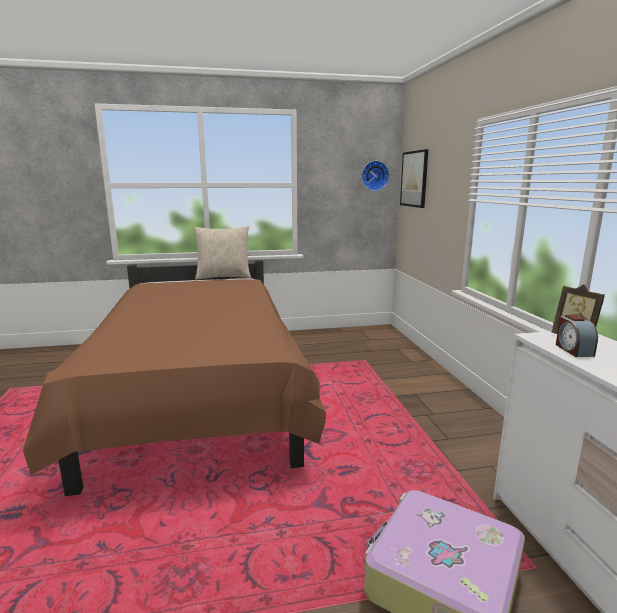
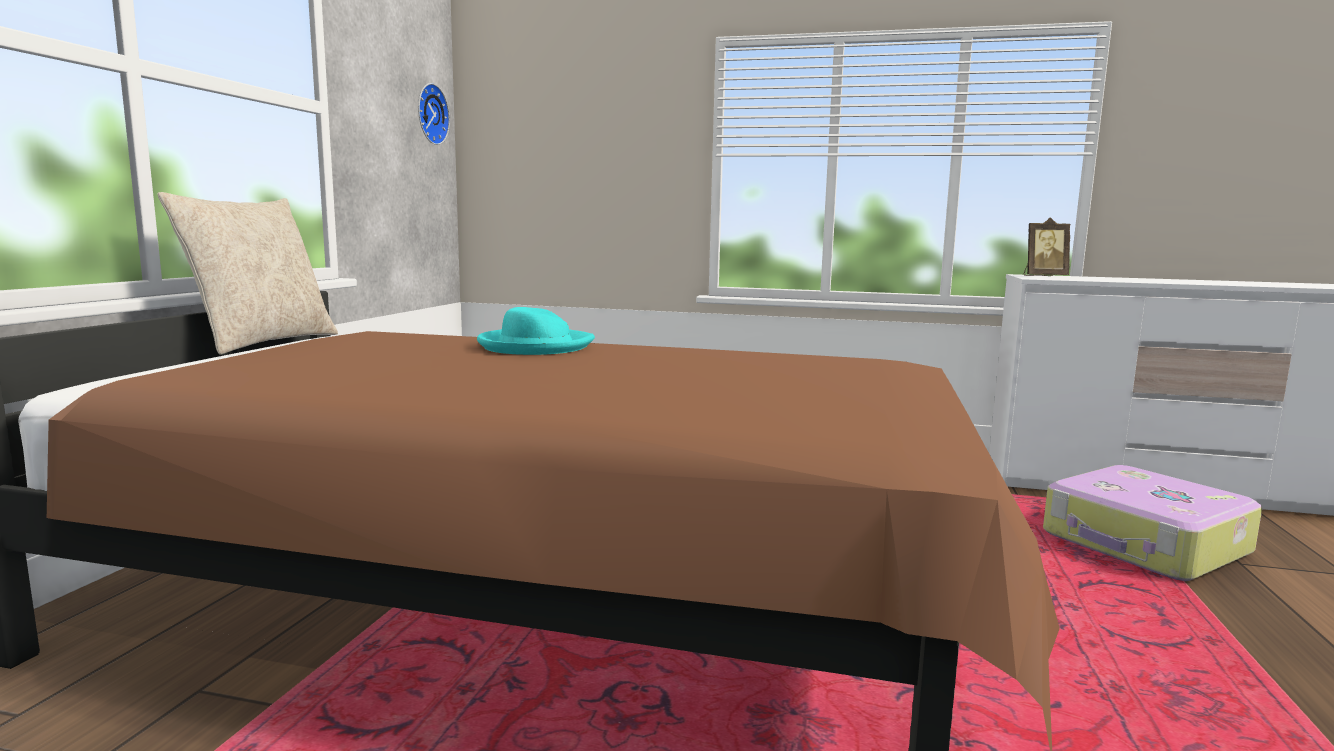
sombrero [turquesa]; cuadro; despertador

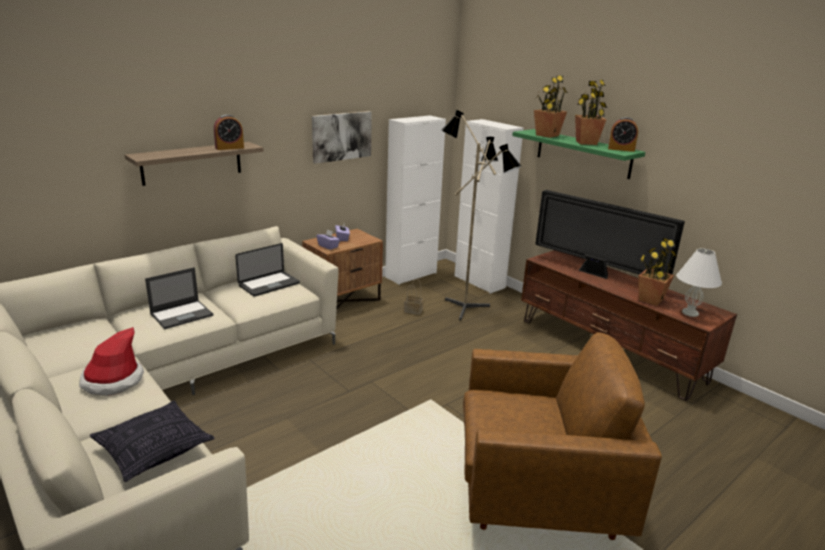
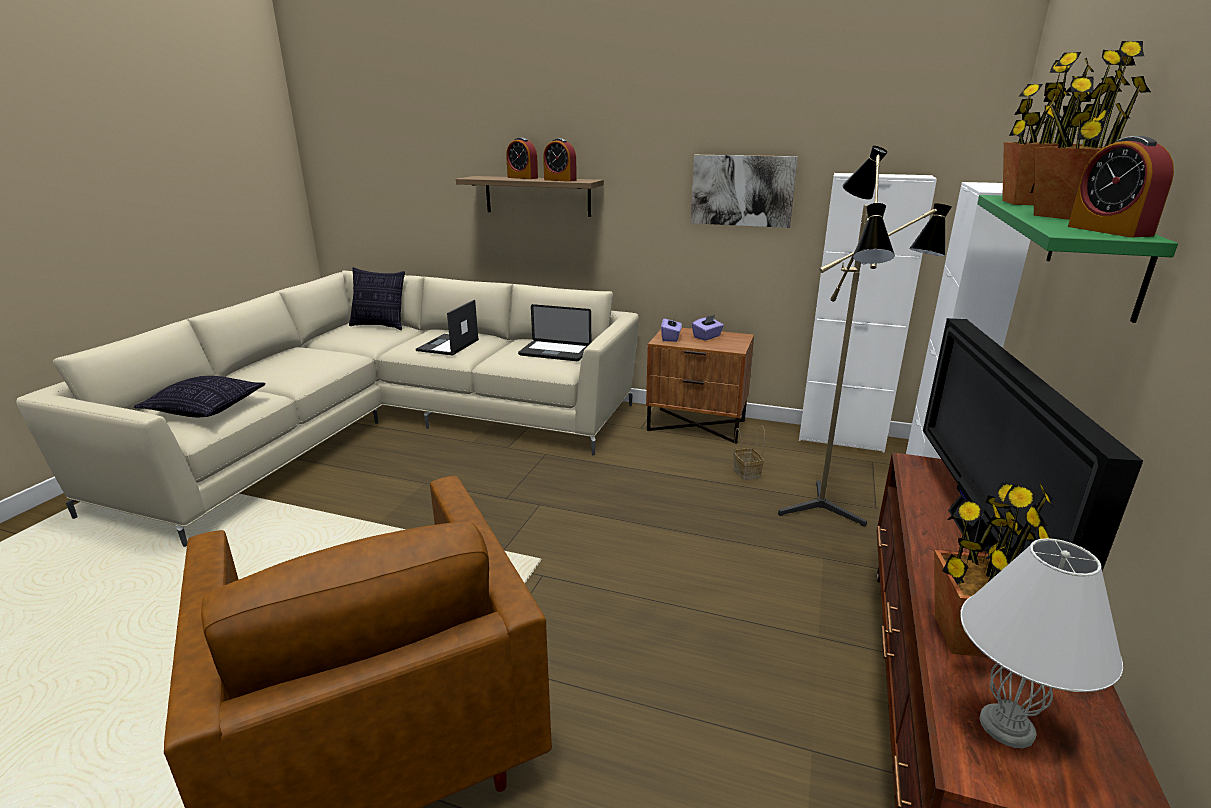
cojín (2nd from left); portátil (1st from left); despertador (1st from left); sombrero

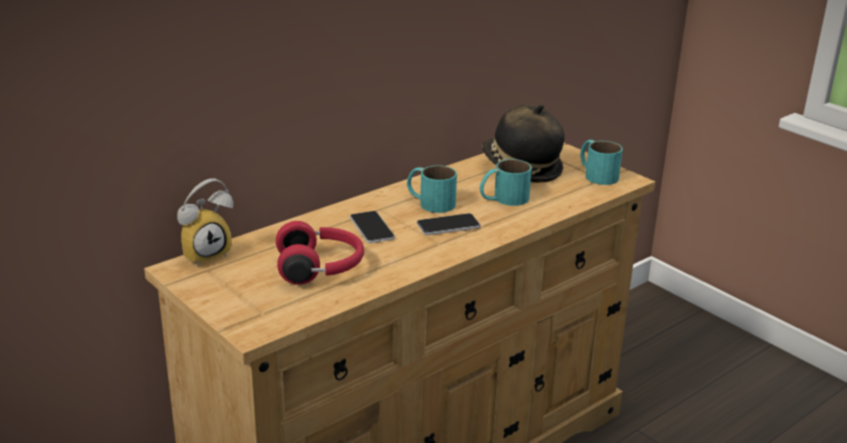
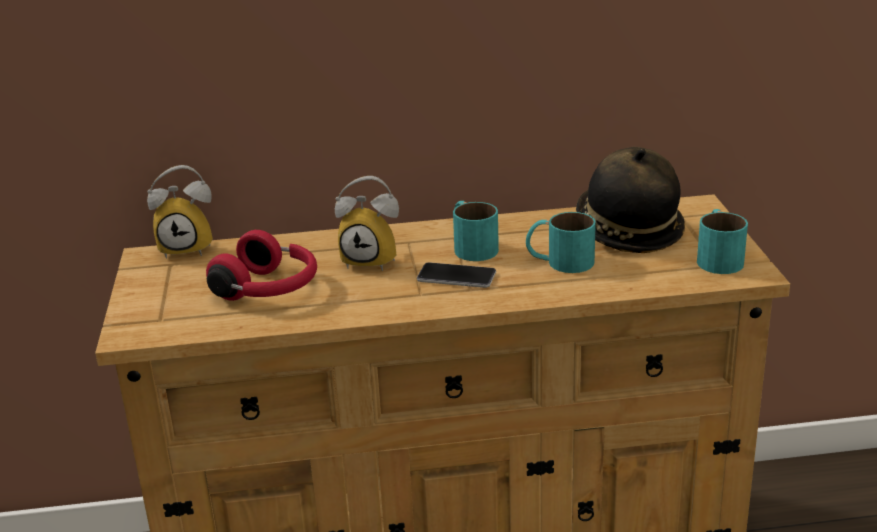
despertador (2nd from left)

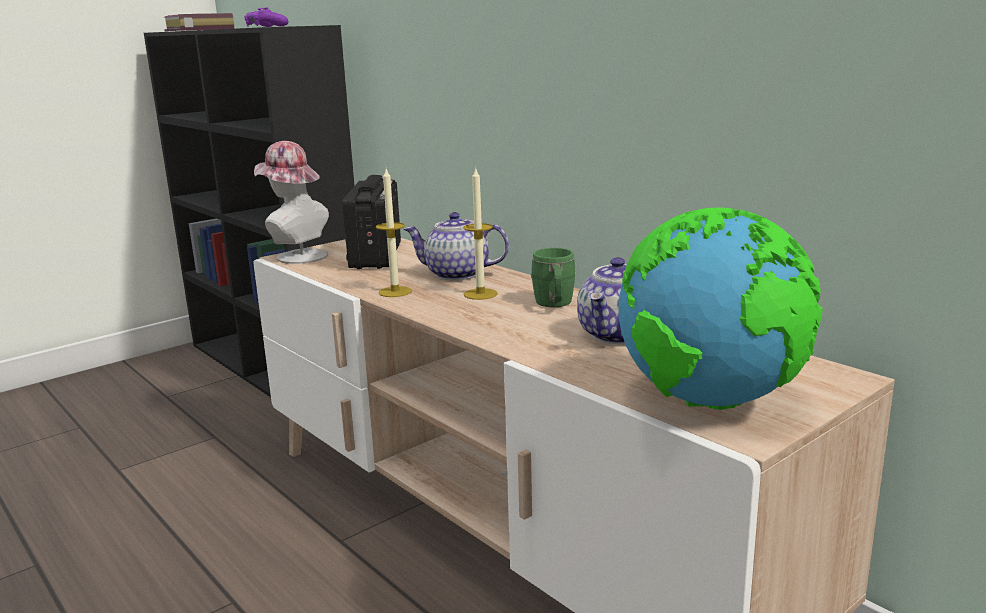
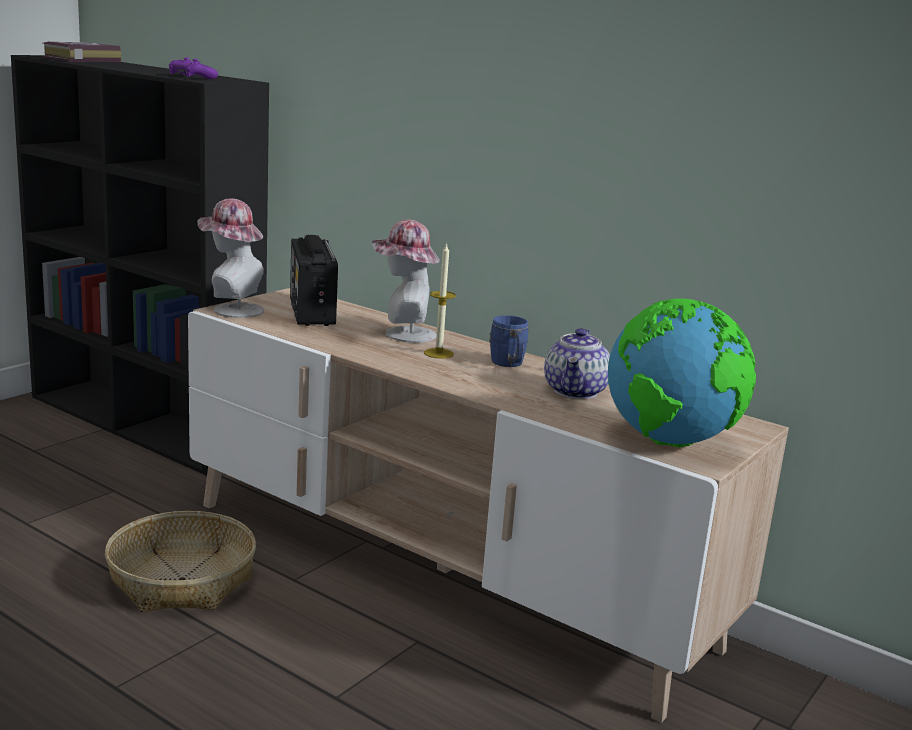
cesta; sombrero (2nd from left); taza grande [azul]; vela (1st from left in the first image)

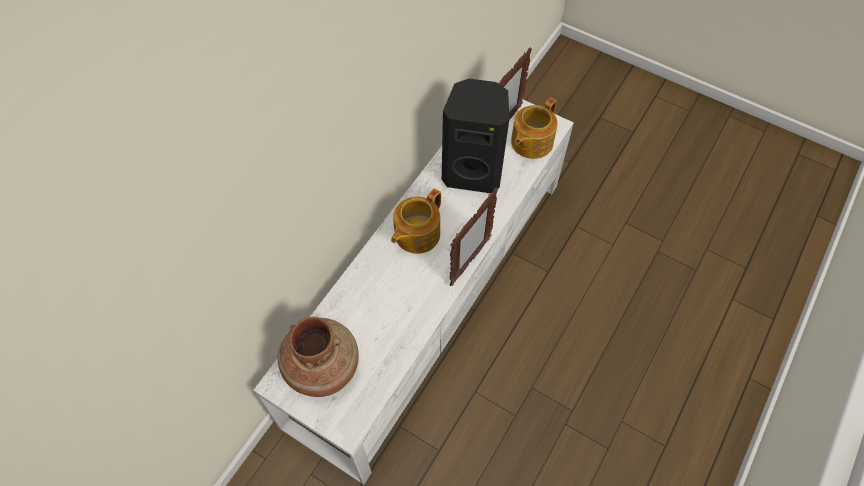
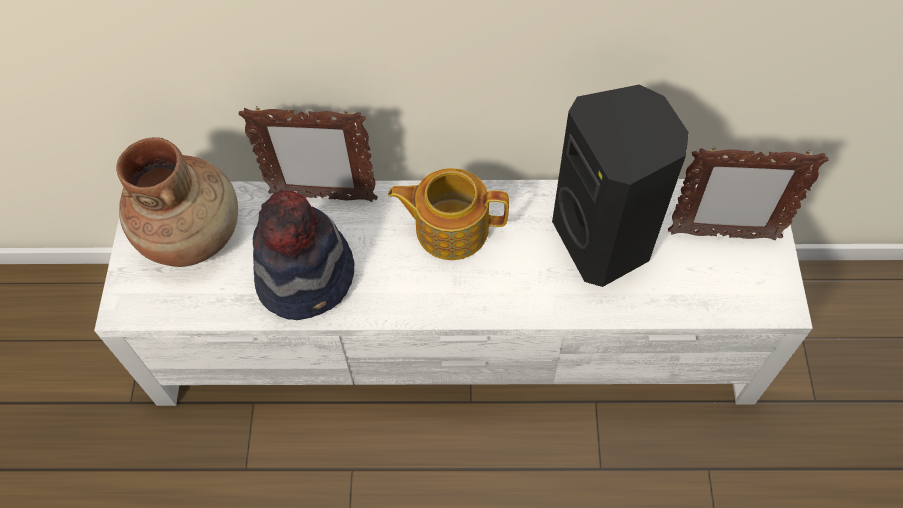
portarretratos (1st from left); sombrero; tetera (2nd from left in the first image)

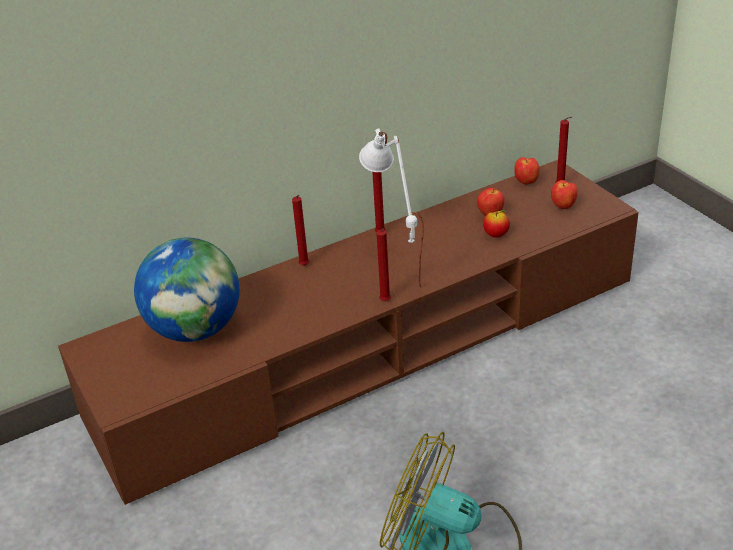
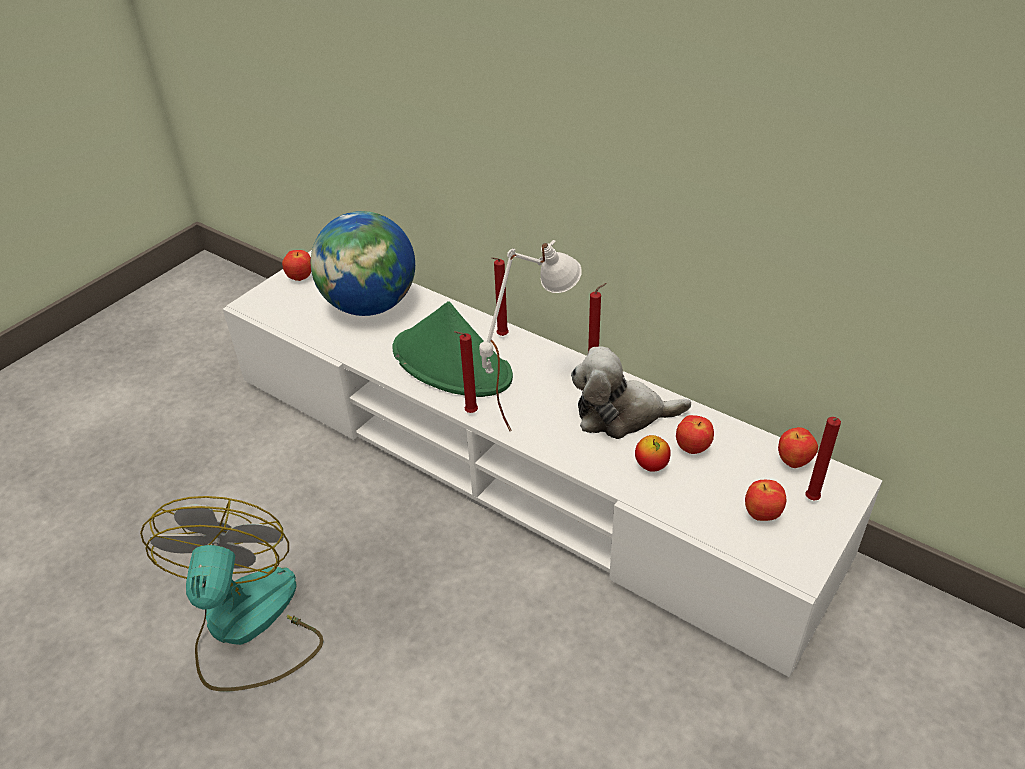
mueble de televisión [blanco]; manzana (1st from left); sombrero [verde]; peluche

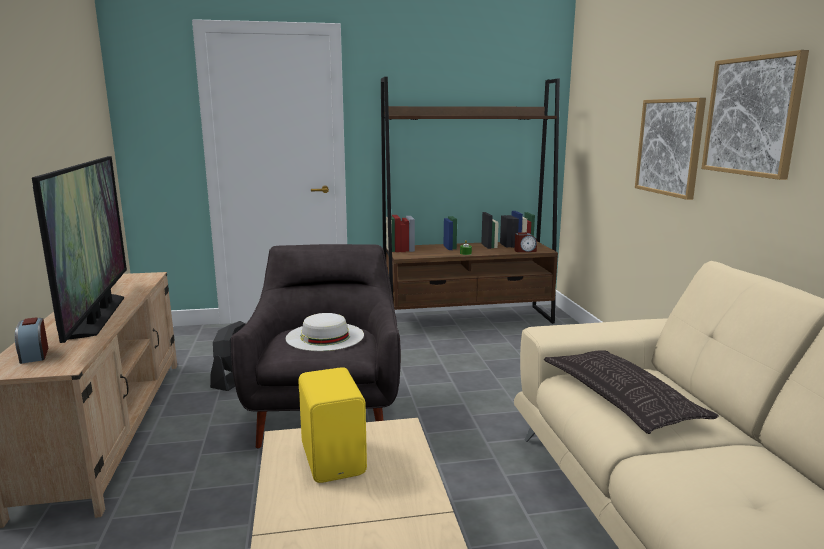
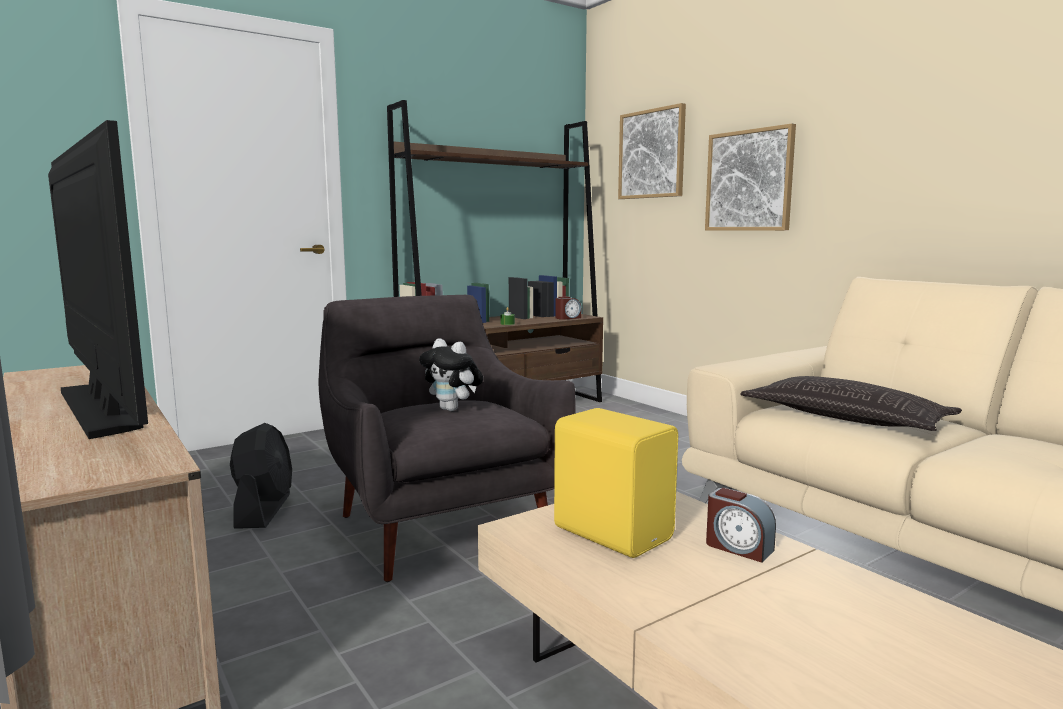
peluche; cuadro (1st from left); despertador (2nd from left)

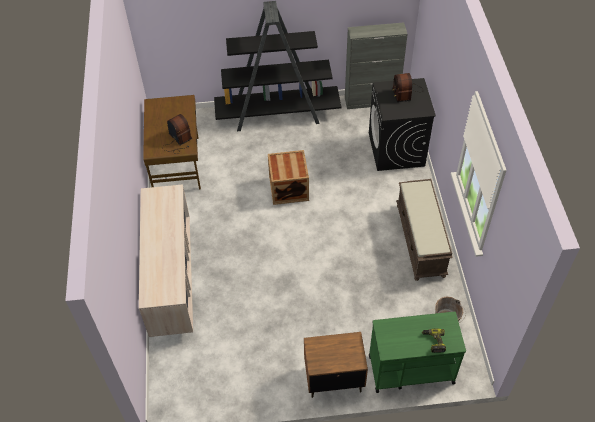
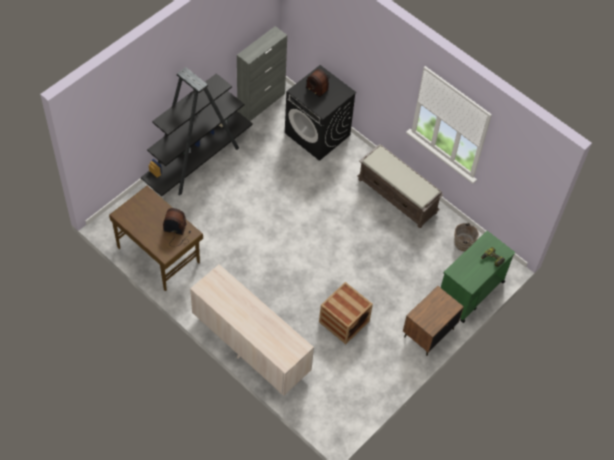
caja de embalaje

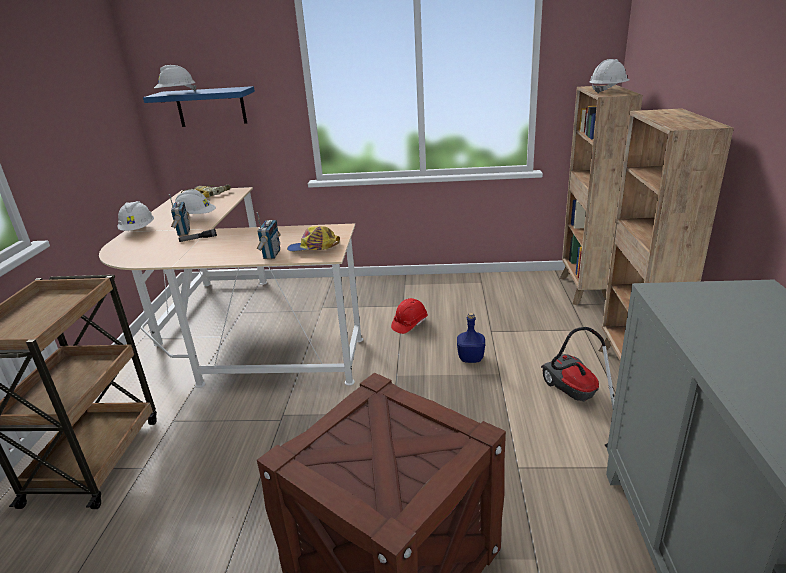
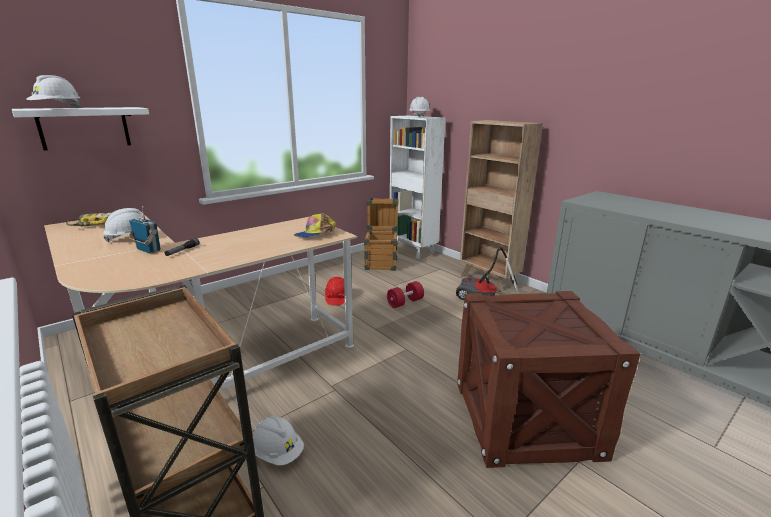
estante [blanco]; casco [blanco] (3rd from left); caja de embalaje (1st from left); mancuerna [rojo]; estantería [blanco]; radio (2nd from left in the first image)

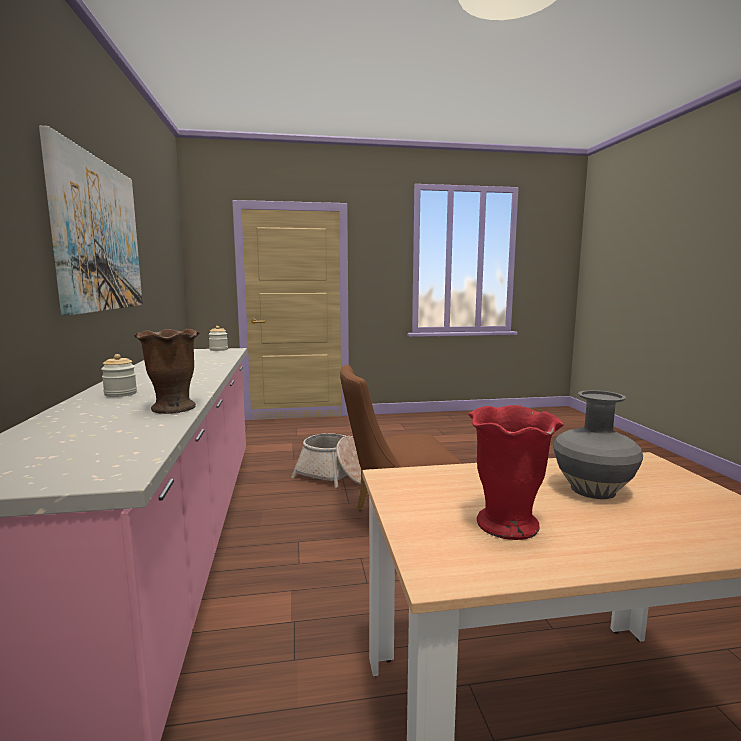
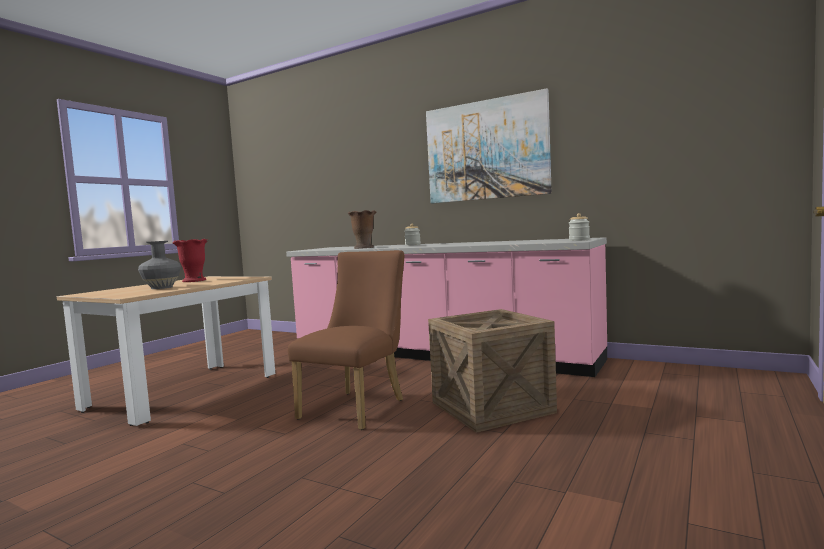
caja de embalaje

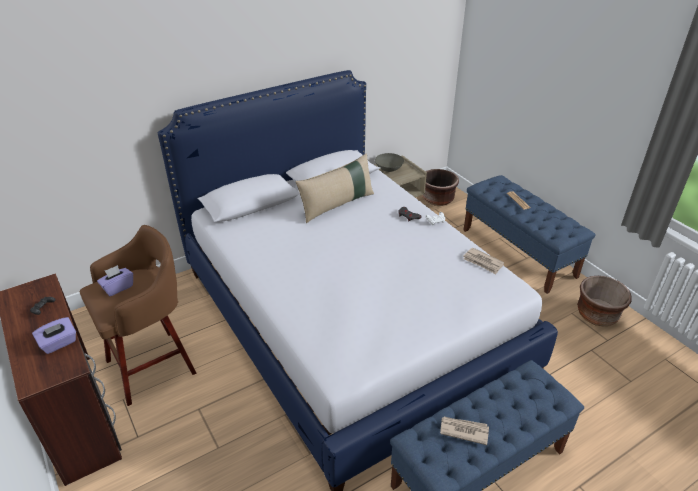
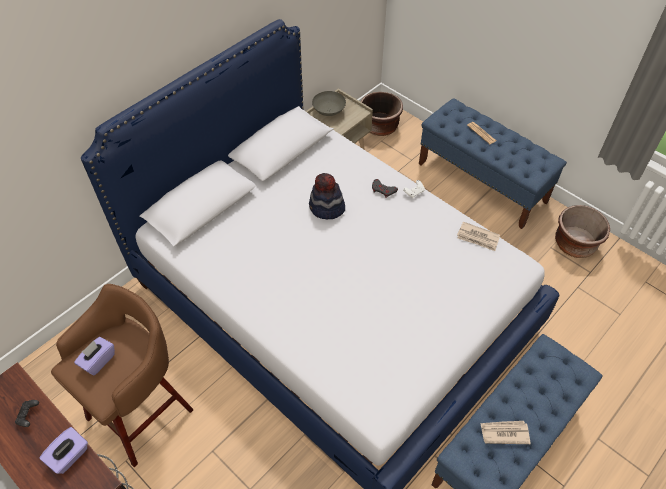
sombrero; cojín [beis]

